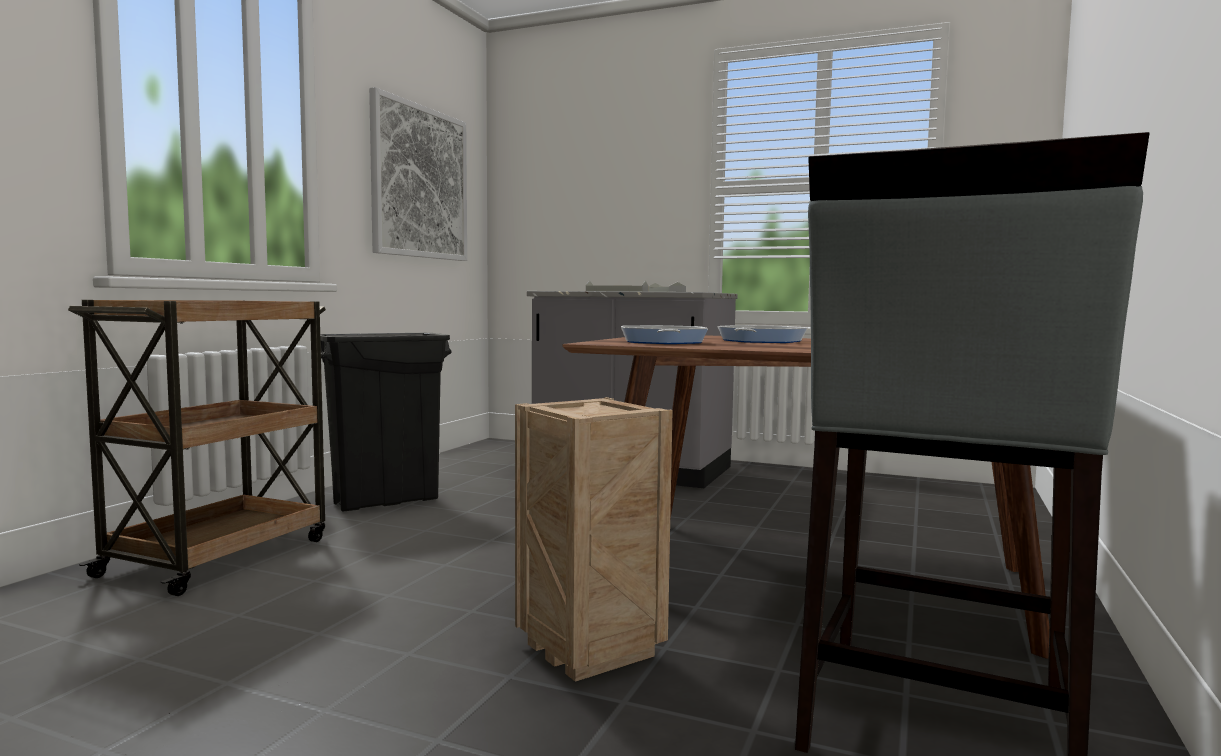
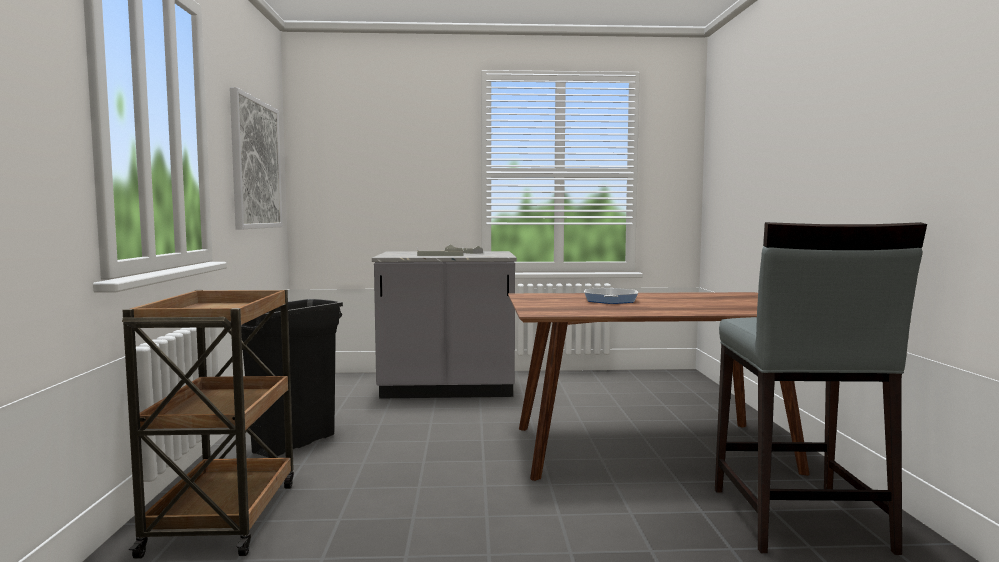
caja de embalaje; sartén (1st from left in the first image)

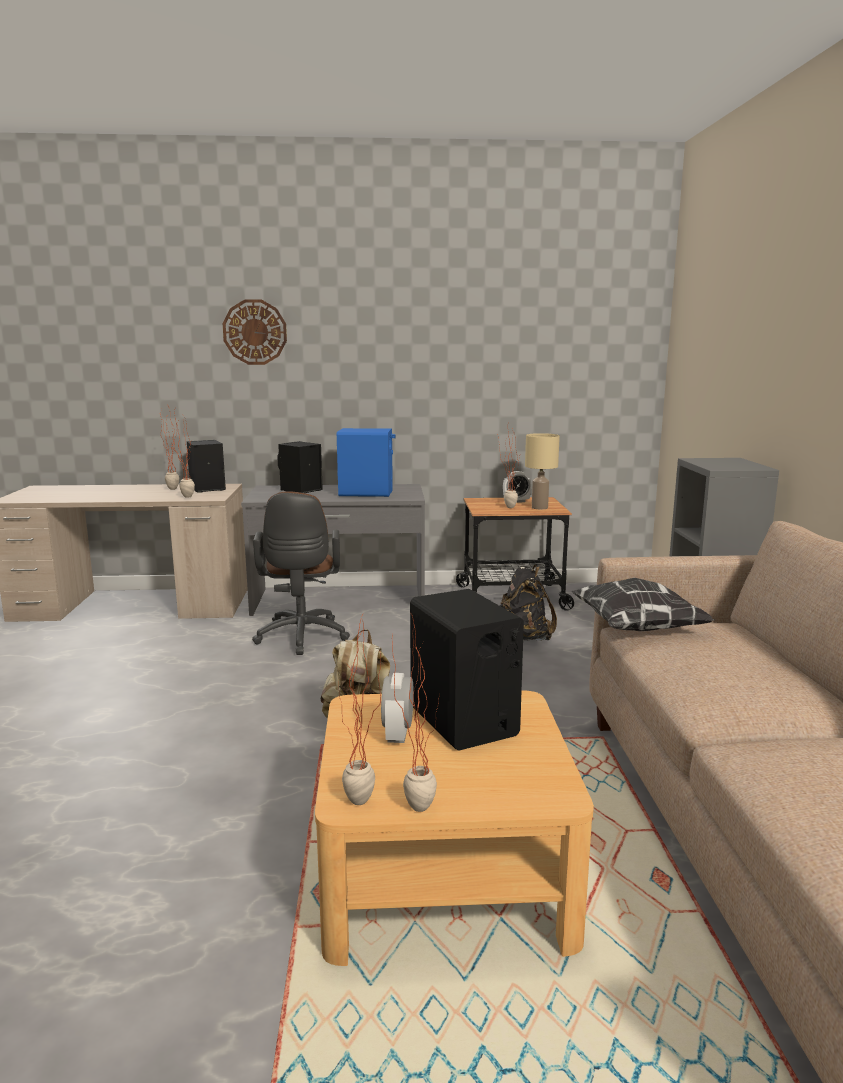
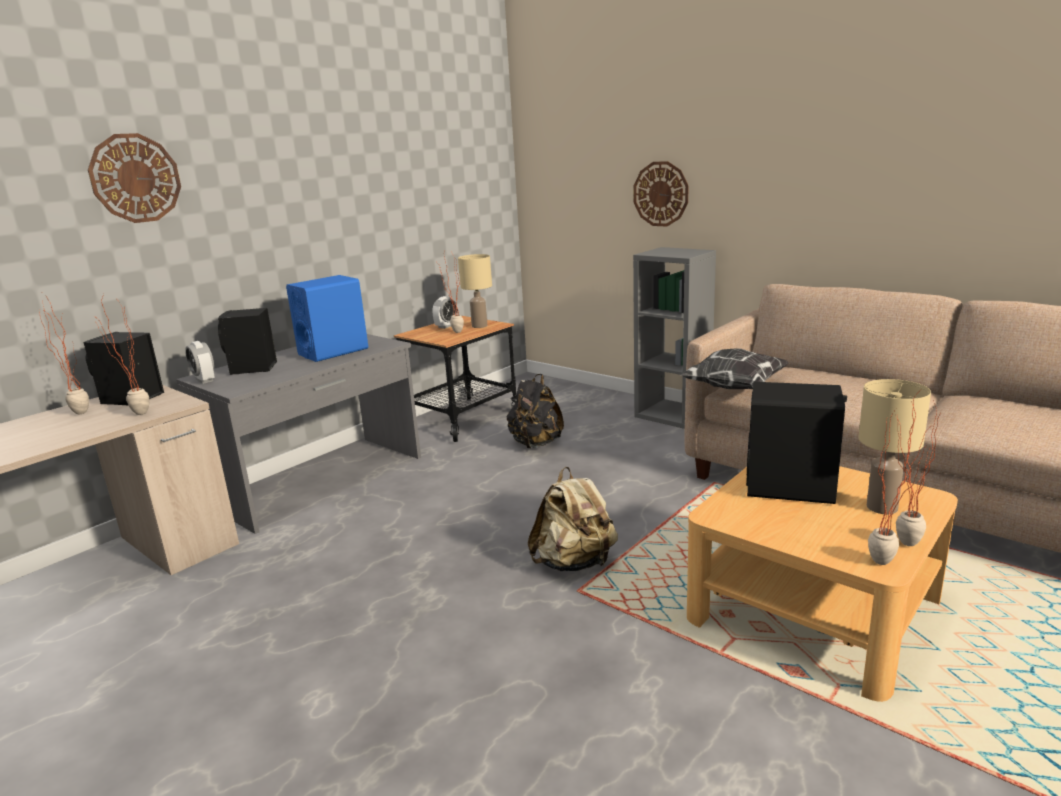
despertador (1st from left); reloj de pared (2nd from left); lámpara de mesa [beis] (2nd from left); silla de oficina [marrón]

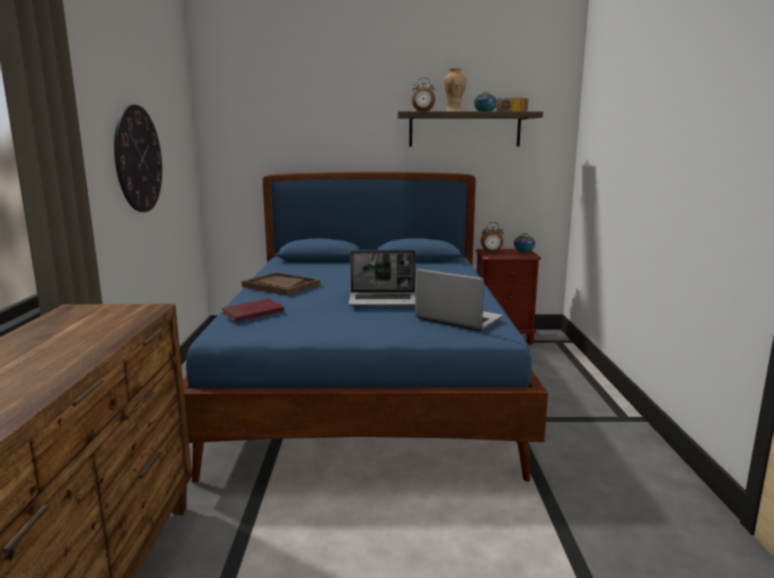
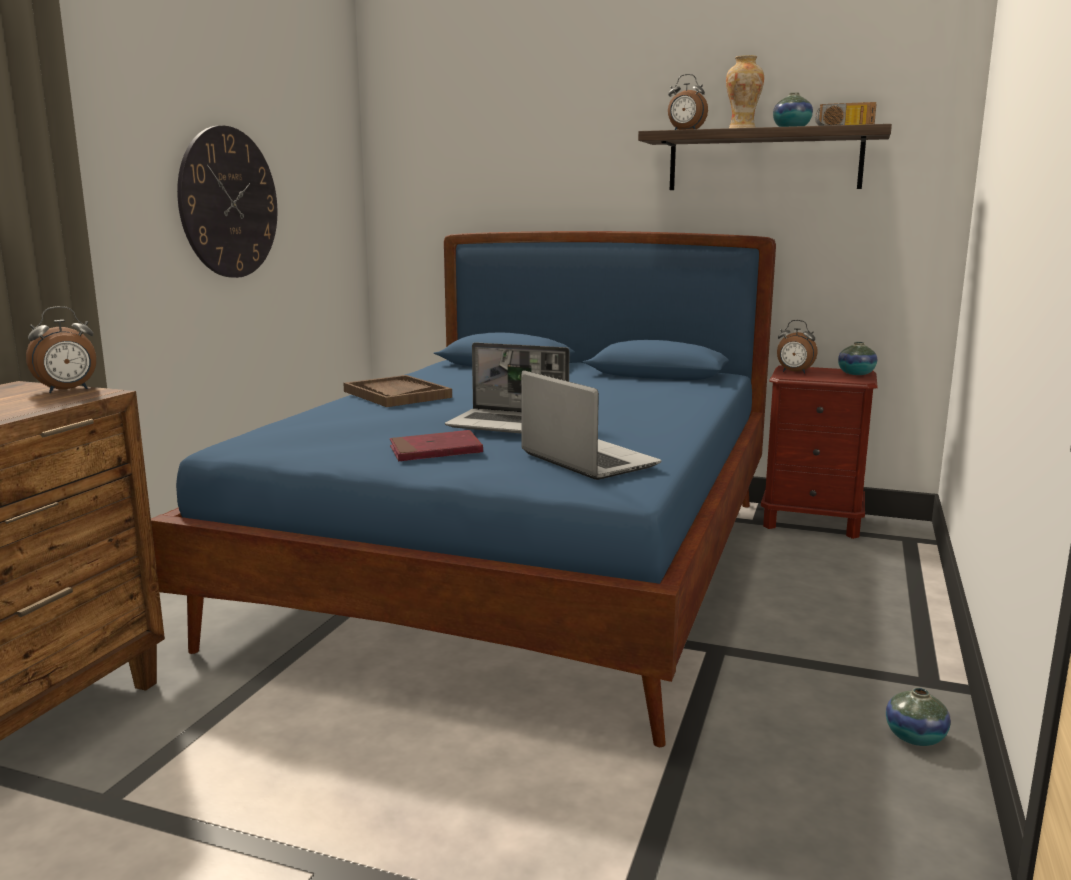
despertador (1st from left); libro [rojo]; florero (4th from left)

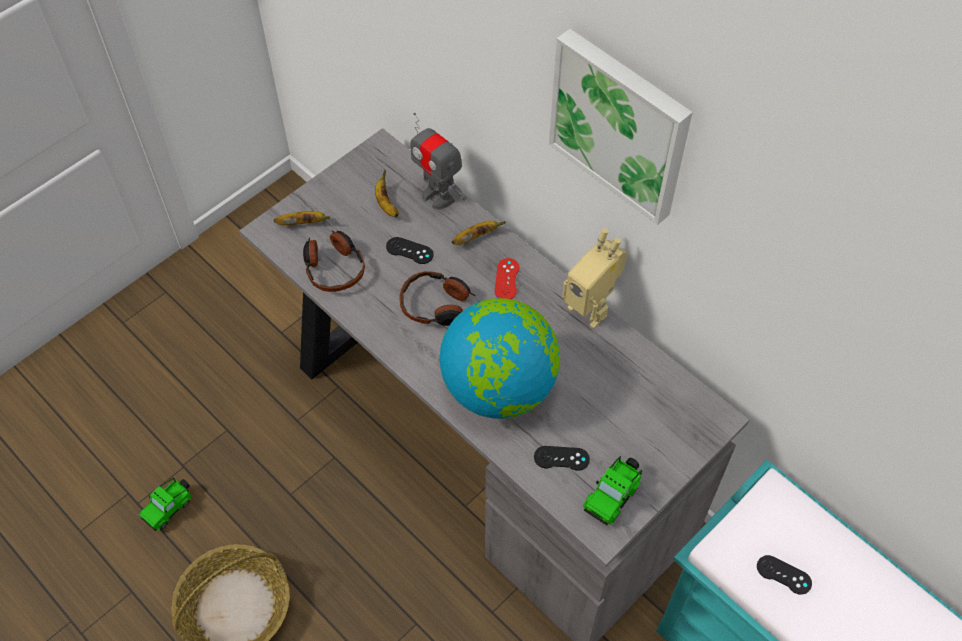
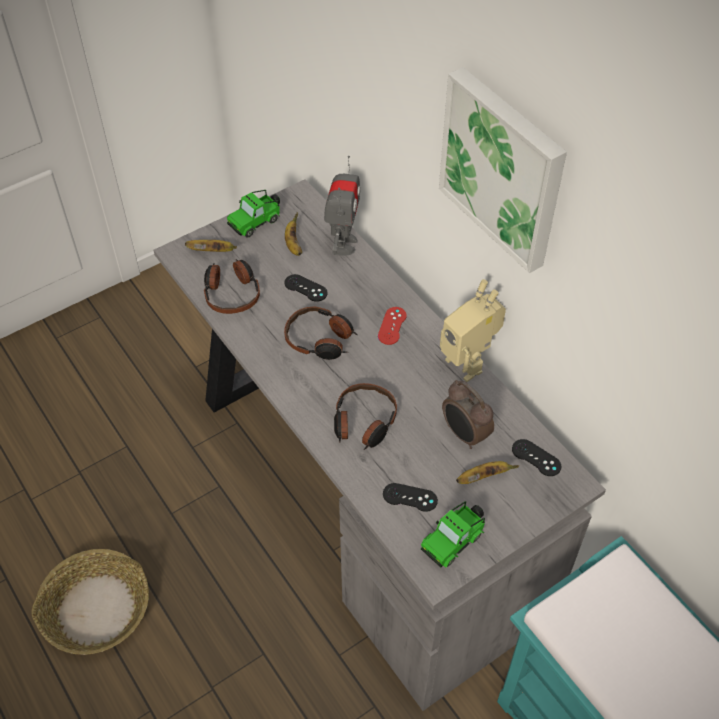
coche de juguete (1st from left); robot de juguete (1st from left); auriculares (3rd from left); despertador; plátano (3rd from left); mando de consola [negro] (3rd from left)

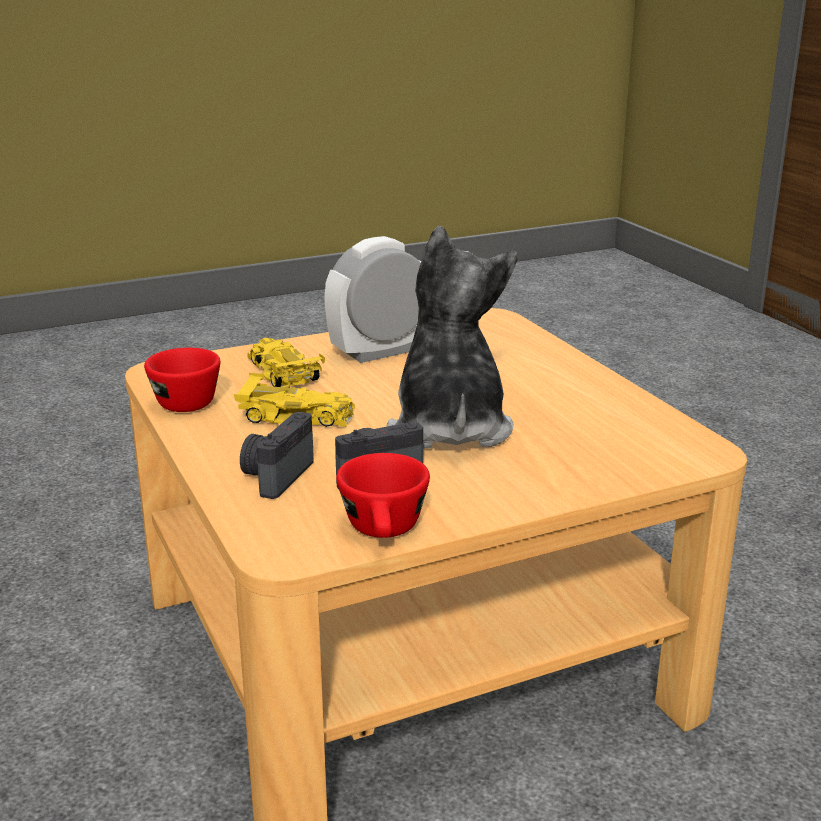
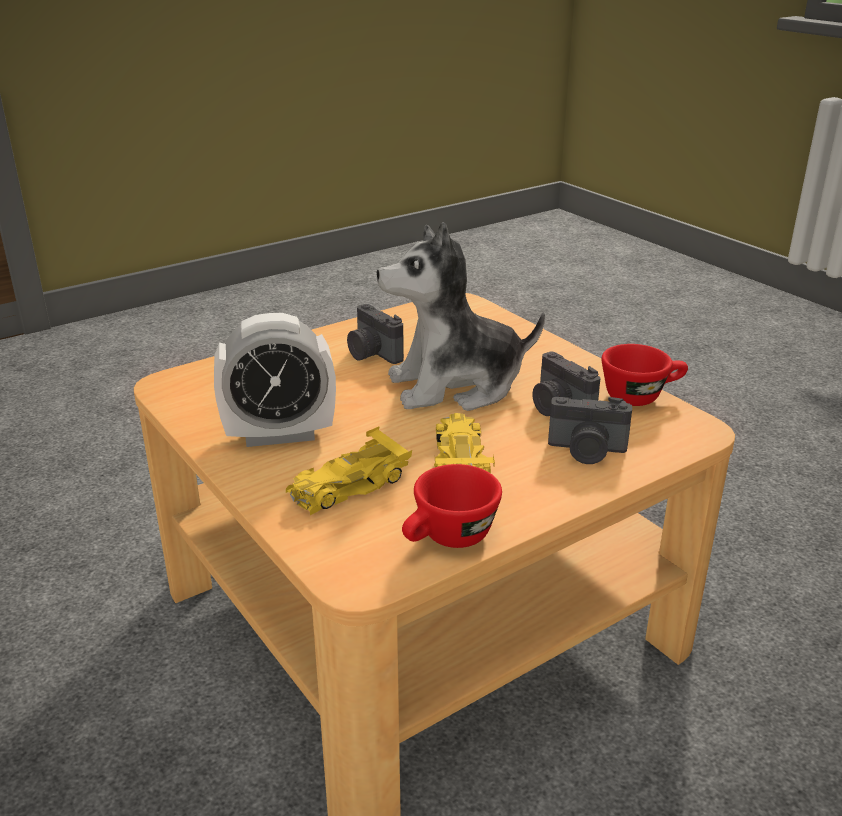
despertador; cámara (1st from left)

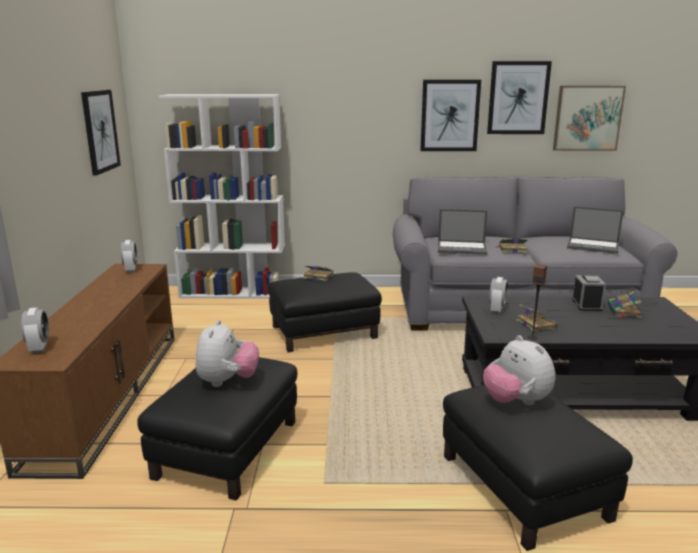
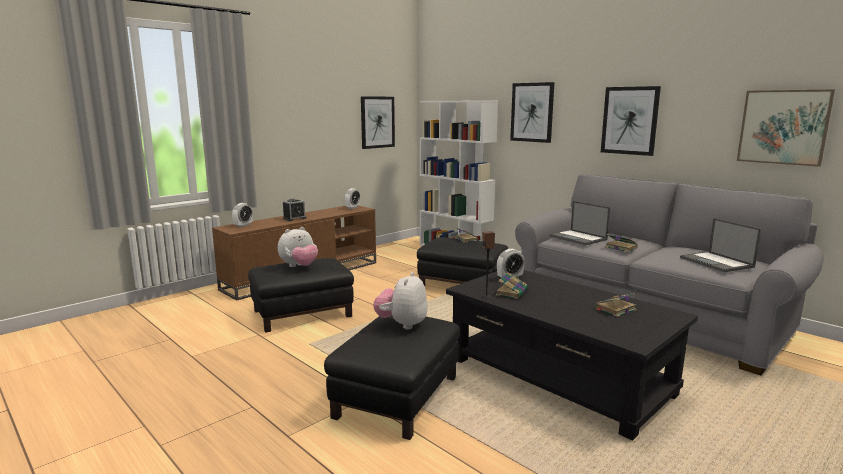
despertador (2nd from left); cuadro (2nd from left)

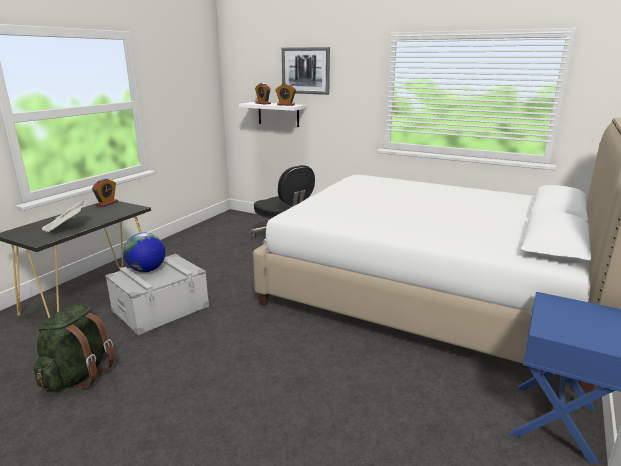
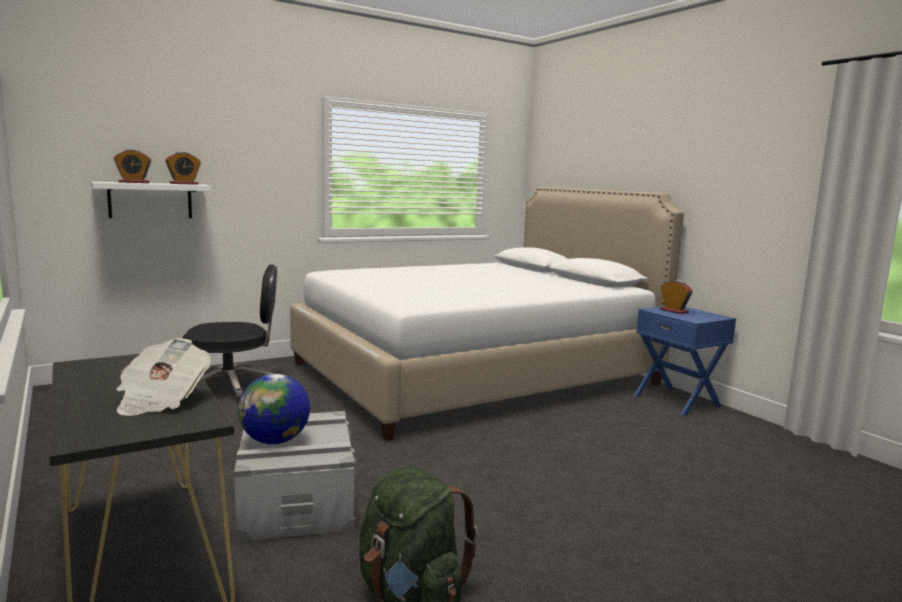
despertador (3rd from left); cuadro

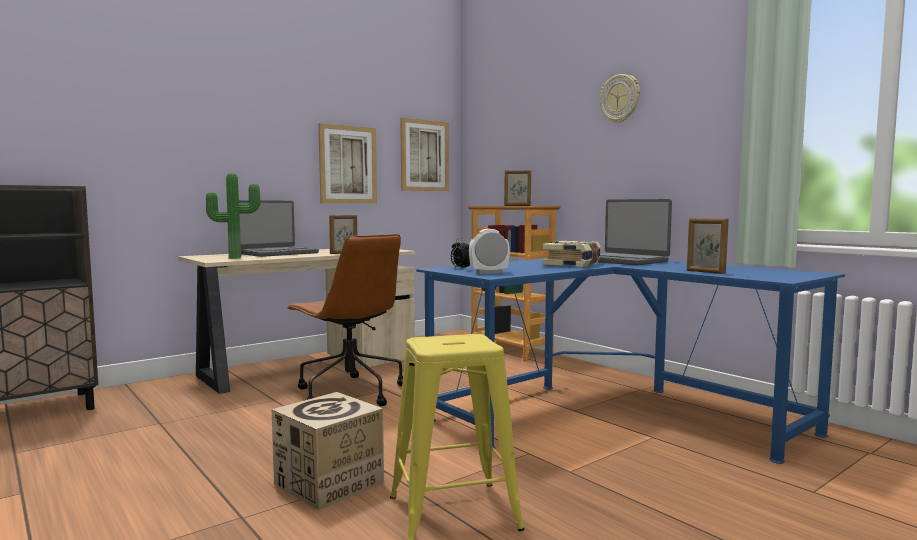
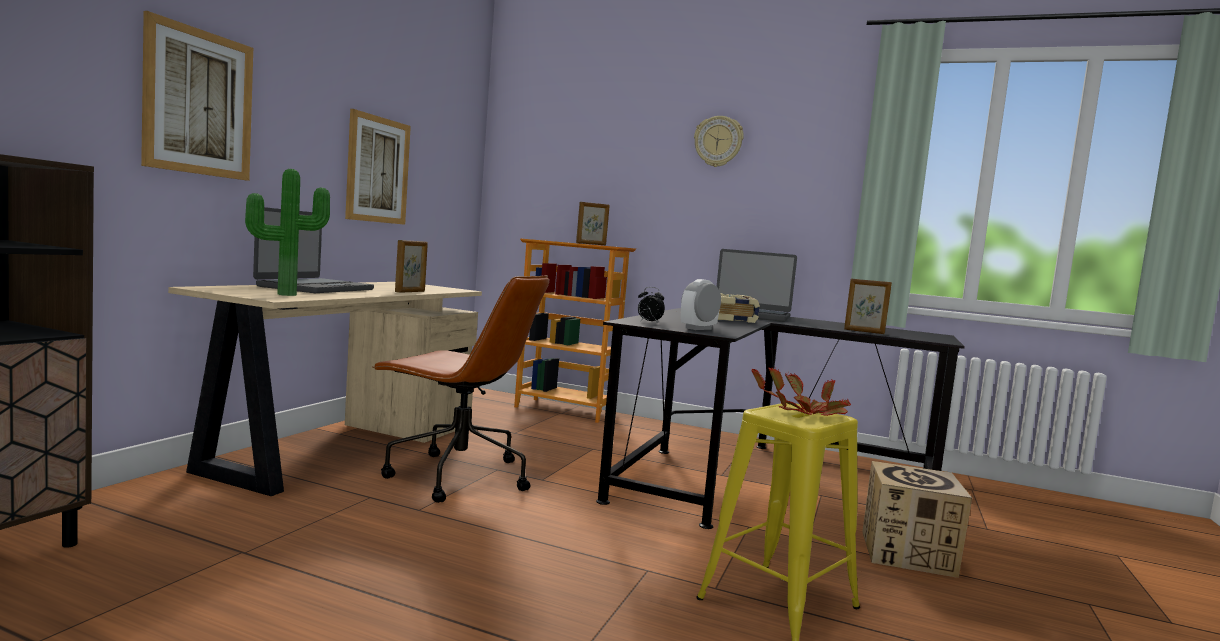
cuadro (1st from left); escritorio [negro]; planta en maceta (2nd from left); caja de cartón

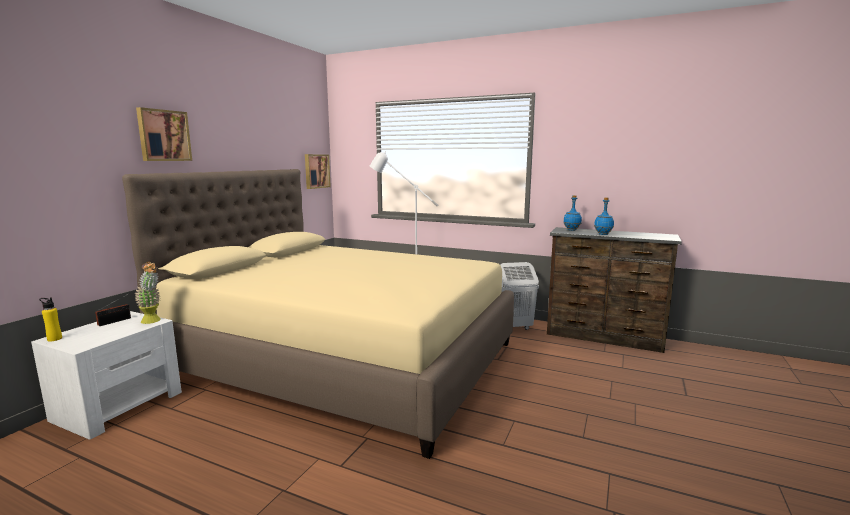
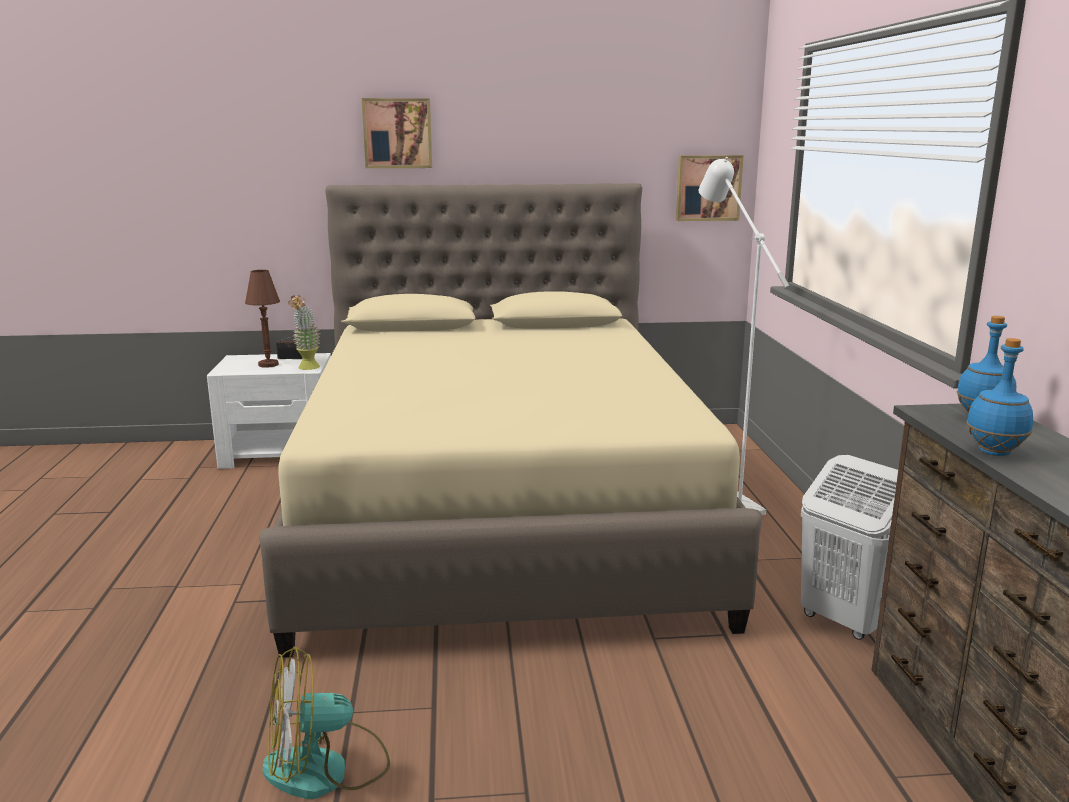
lámpara de mesa [marrón]; ventilador; botella [amarillo]

